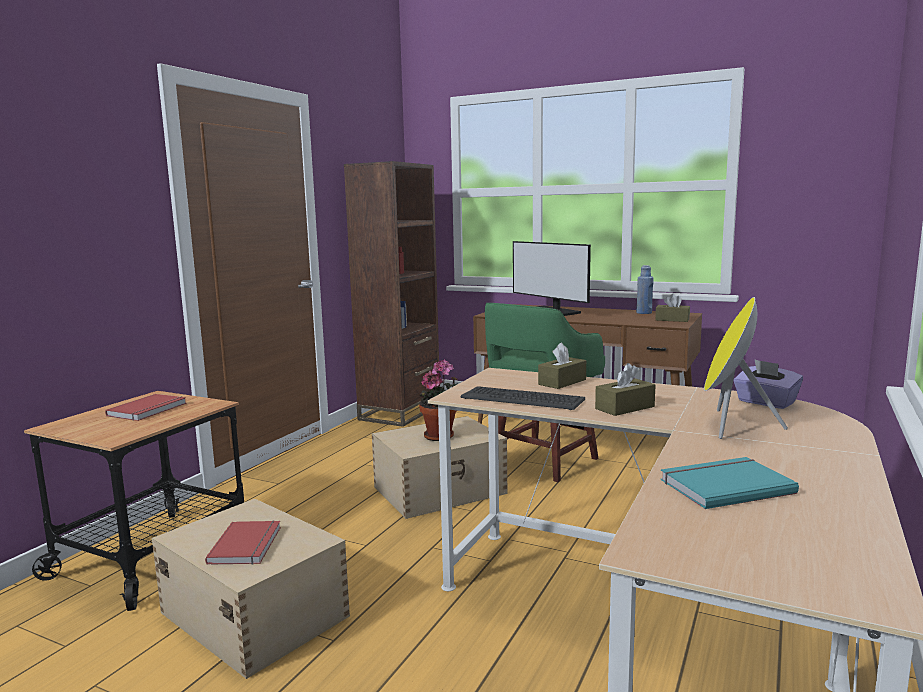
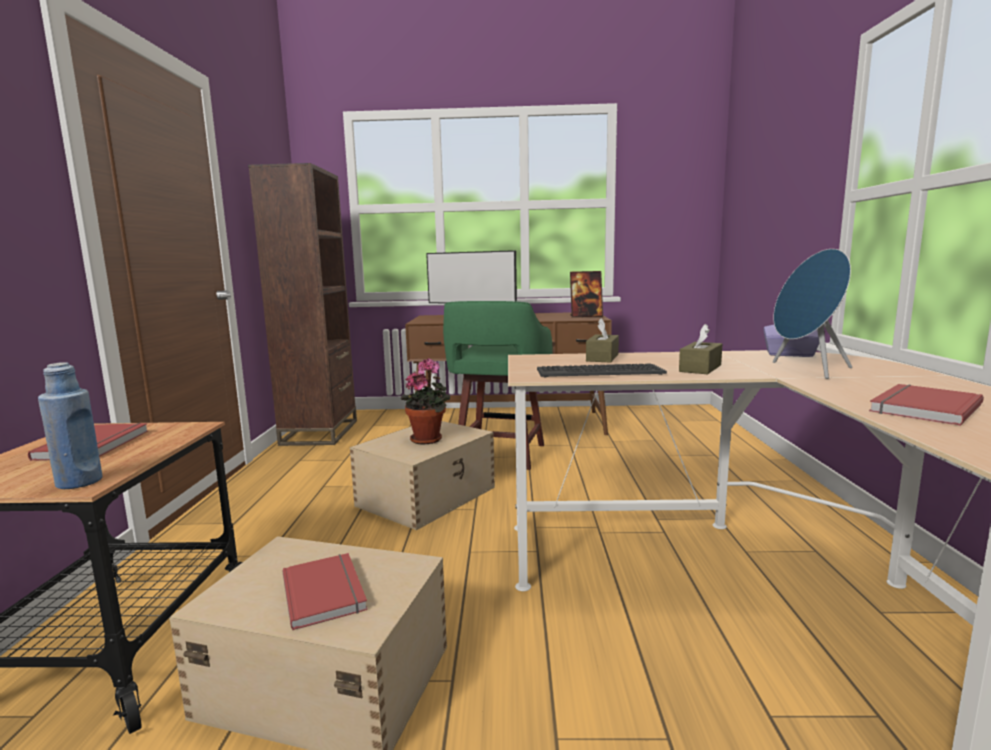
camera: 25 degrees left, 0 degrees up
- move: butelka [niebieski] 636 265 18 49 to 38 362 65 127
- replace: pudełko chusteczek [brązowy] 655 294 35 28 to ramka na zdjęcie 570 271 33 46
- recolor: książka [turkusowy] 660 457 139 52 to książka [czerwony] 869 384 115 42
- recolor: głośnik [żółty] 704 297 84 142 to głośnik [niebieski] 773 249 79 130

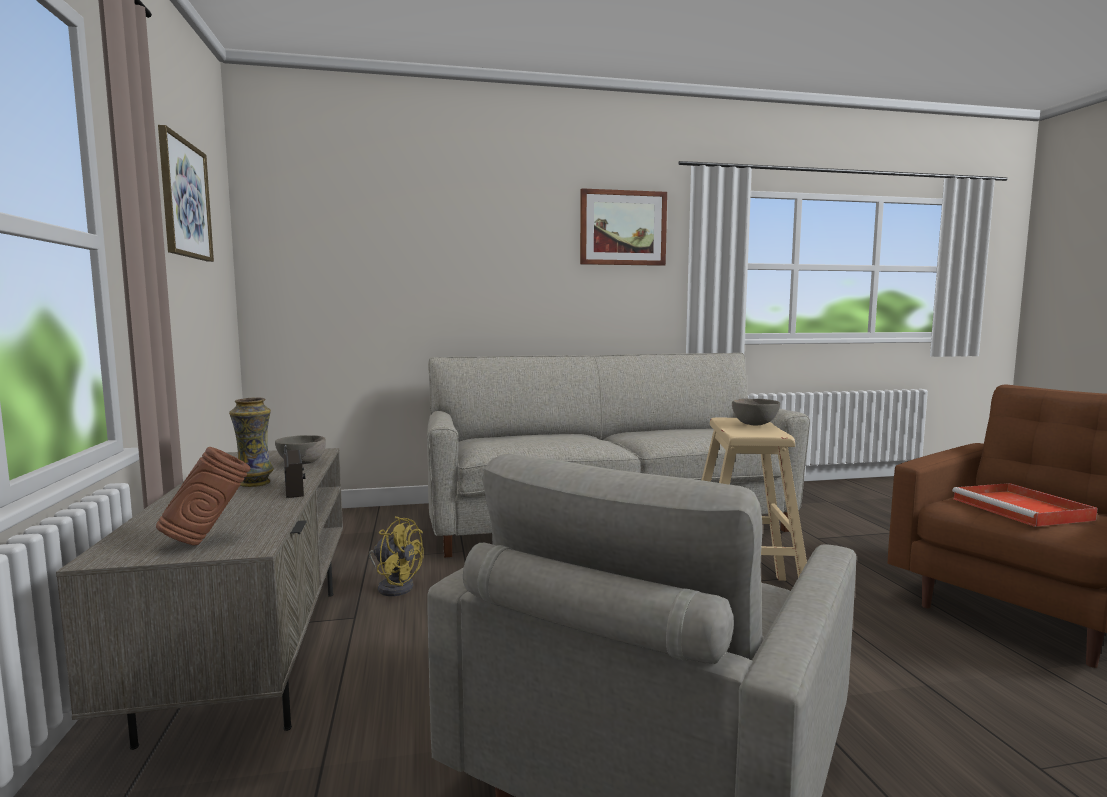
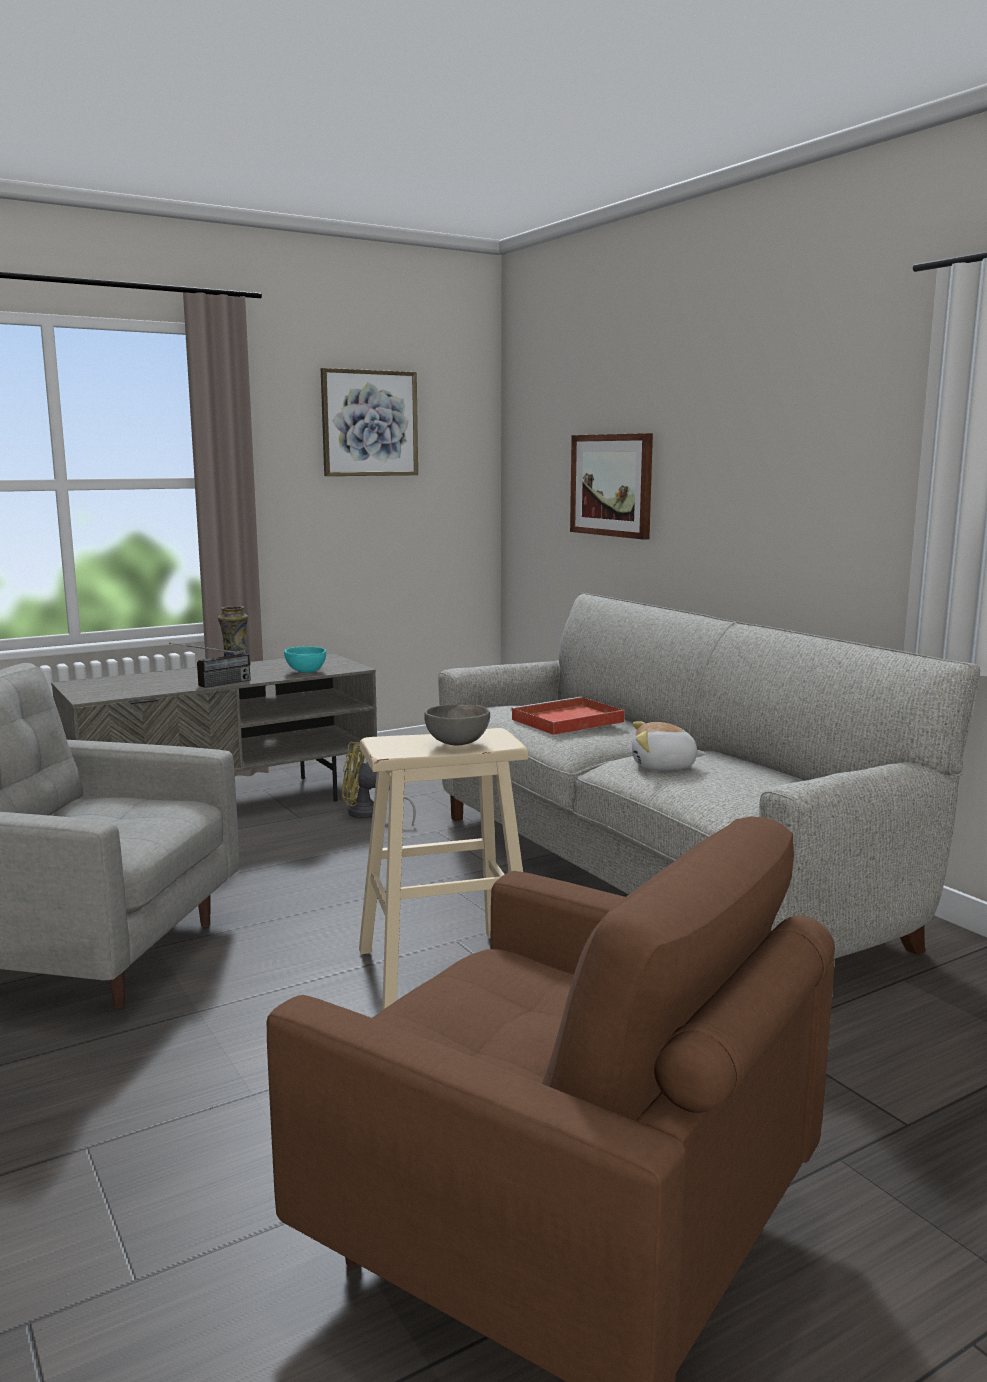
camera: 70 degrees right, 5 degrees up
- delete: wazon [brązowy] 156 447 94 98
- recolor: miska [szary] 275 435 51 29 to miska [turkusowy] 284 646 42 27
- rotate: wentylator [żółty] 369 516 55 80 = 342 741 74 85 90 degrees clockwise
- move: obraz 580 188 87 78 to 570 433 83 107
- move: taca [czerwony] 952 483 146 44 to 511 697 114 38
- insert: pluszak 632 721 74 50

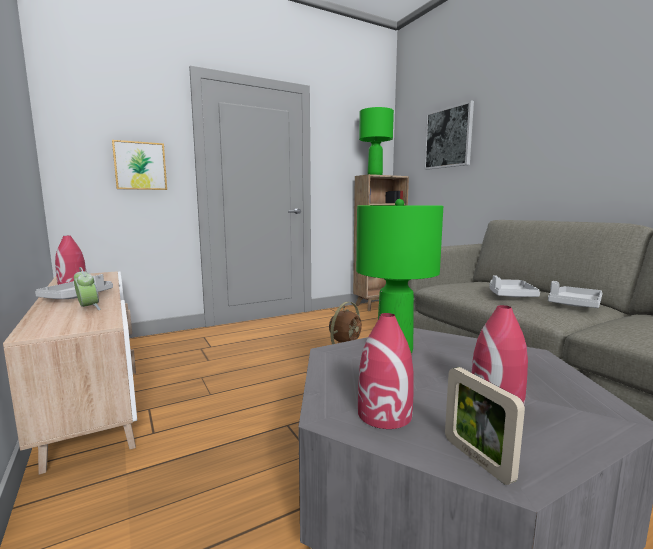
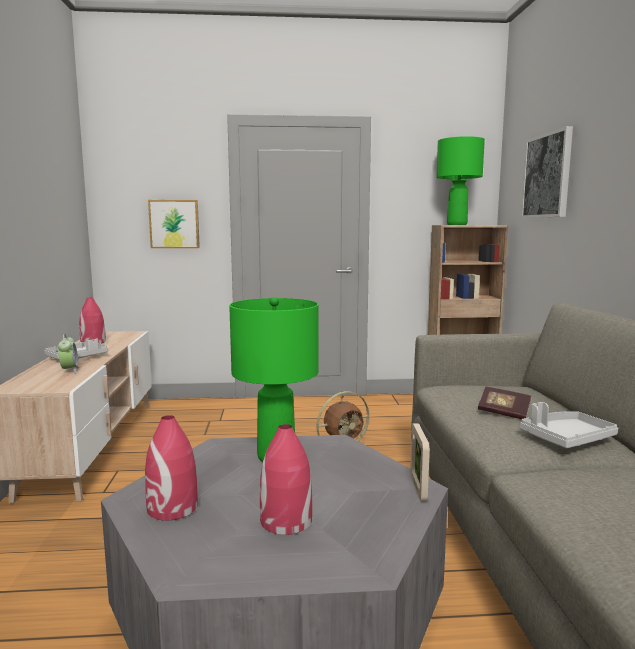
camera: 25 degrees right, 0 degrees up
- move: ramka na zdjęcie 445 367 80 118 to 410 423 20 78
- replace: taca [szary] 489 275 51 22 to książka 478 387 53 32

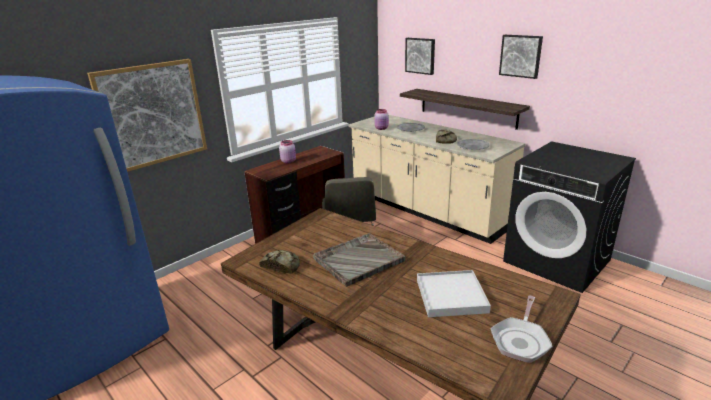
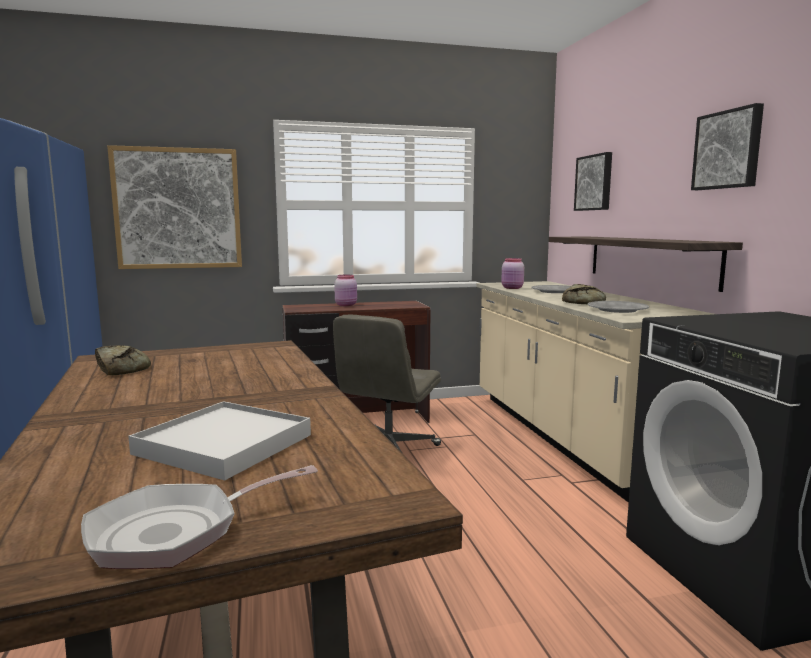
camera: 30 degrees right, 15 degrees down
- delete: taca [szary] 313 233 93 54

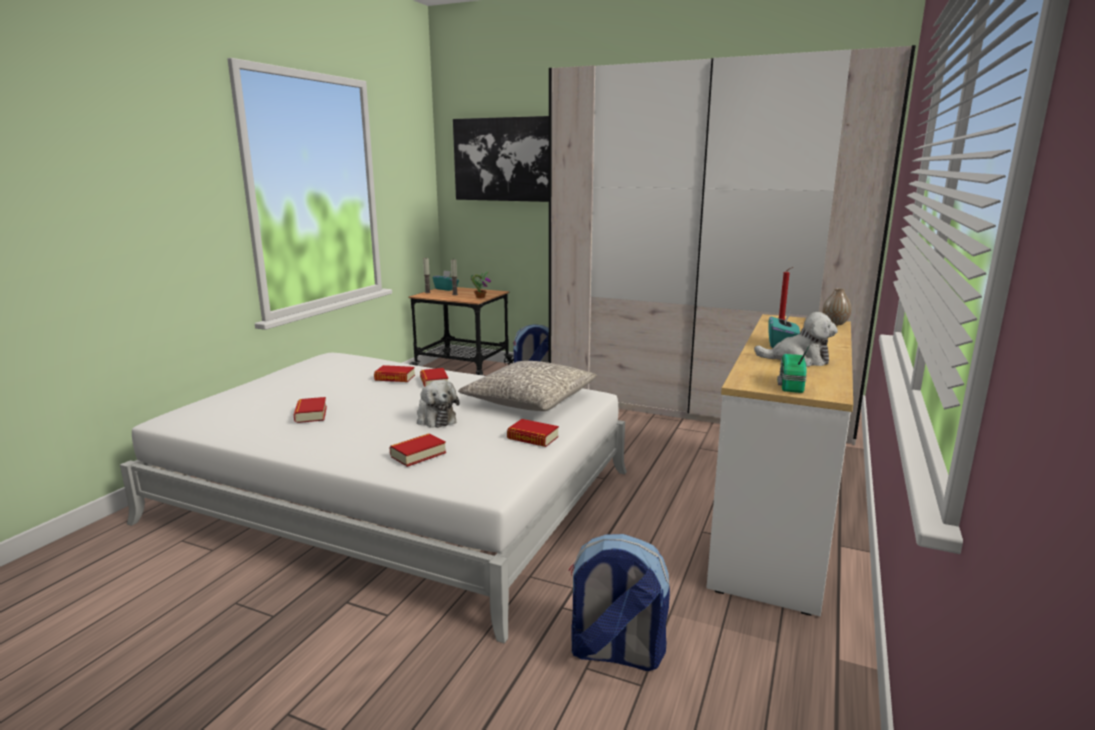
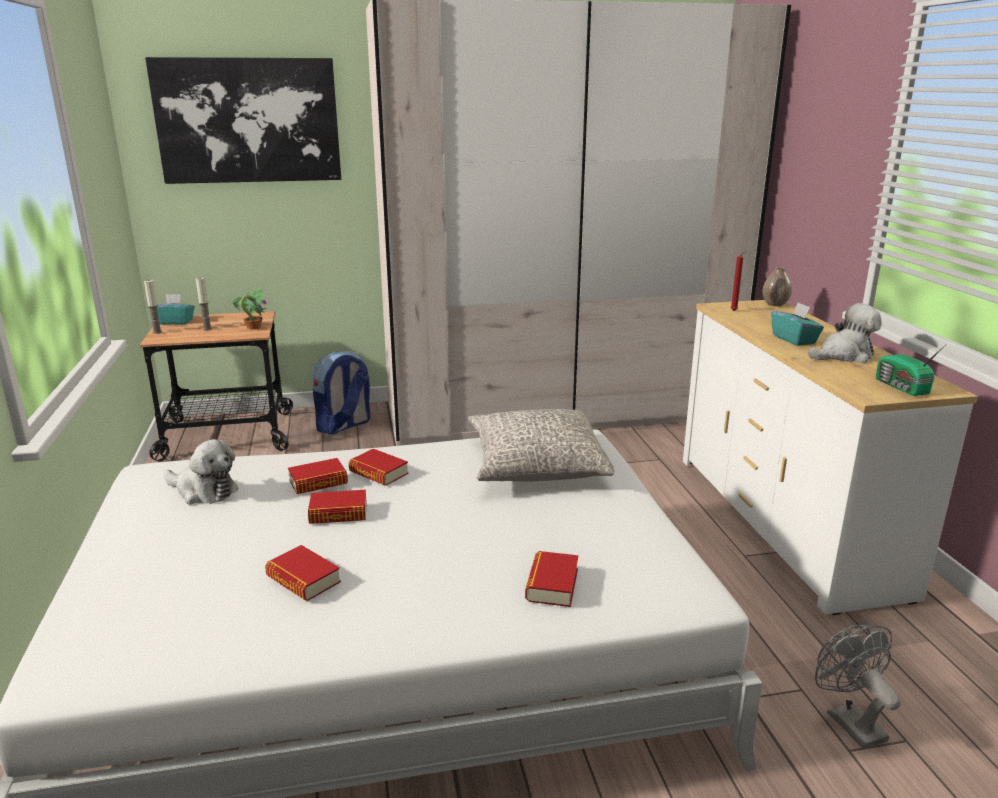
camera: 35 degrees left, 5 degrees up
- move: pluszak 417 380 42 48 to 164 439 74 66
- move: książka 507 419 52 28 to 308 490 59 34
- replace: plecak 568 534 102 137 to wentylator [szary] 815 625 86 124

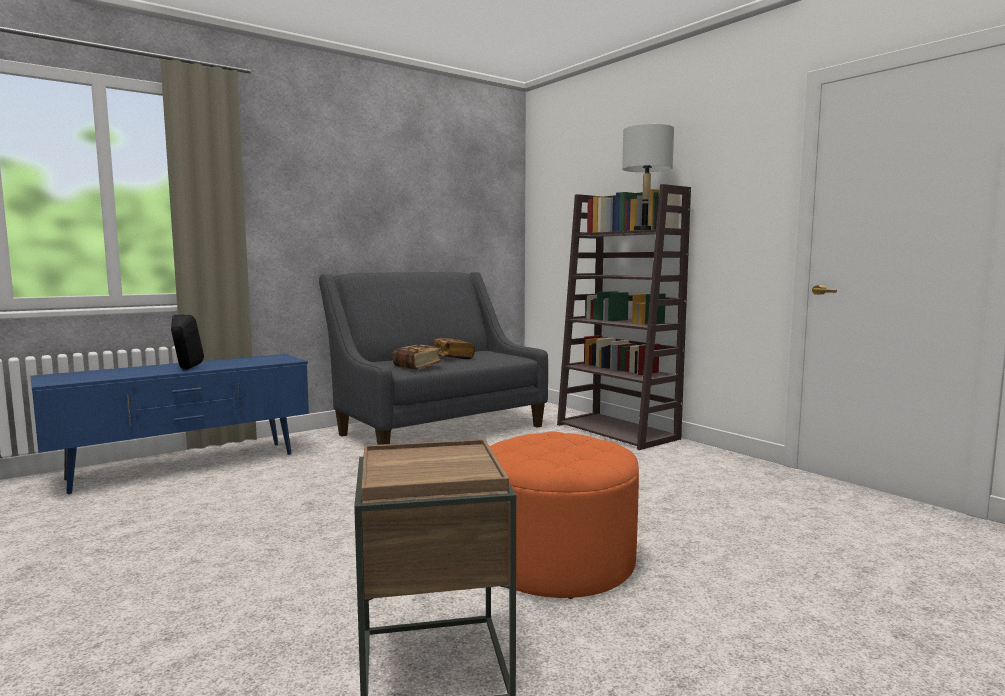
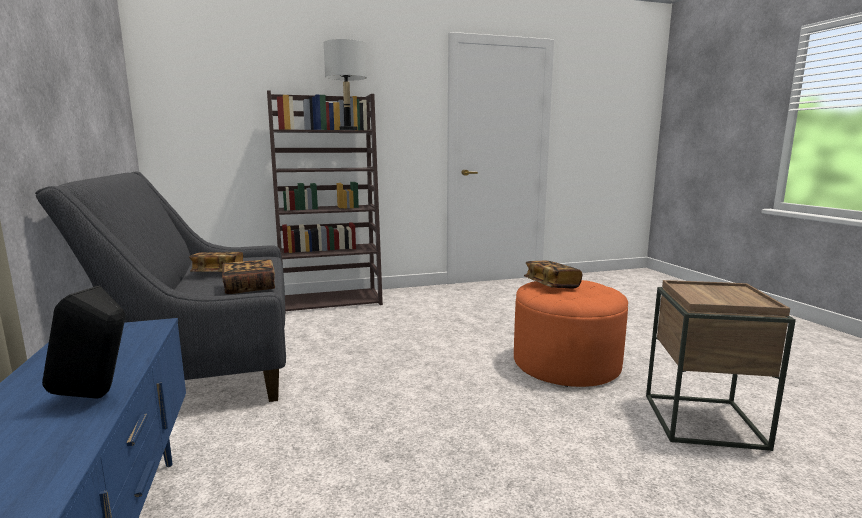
camera: 70 degrees left, 5 degrees up
- insert: książka 524 261 58 28

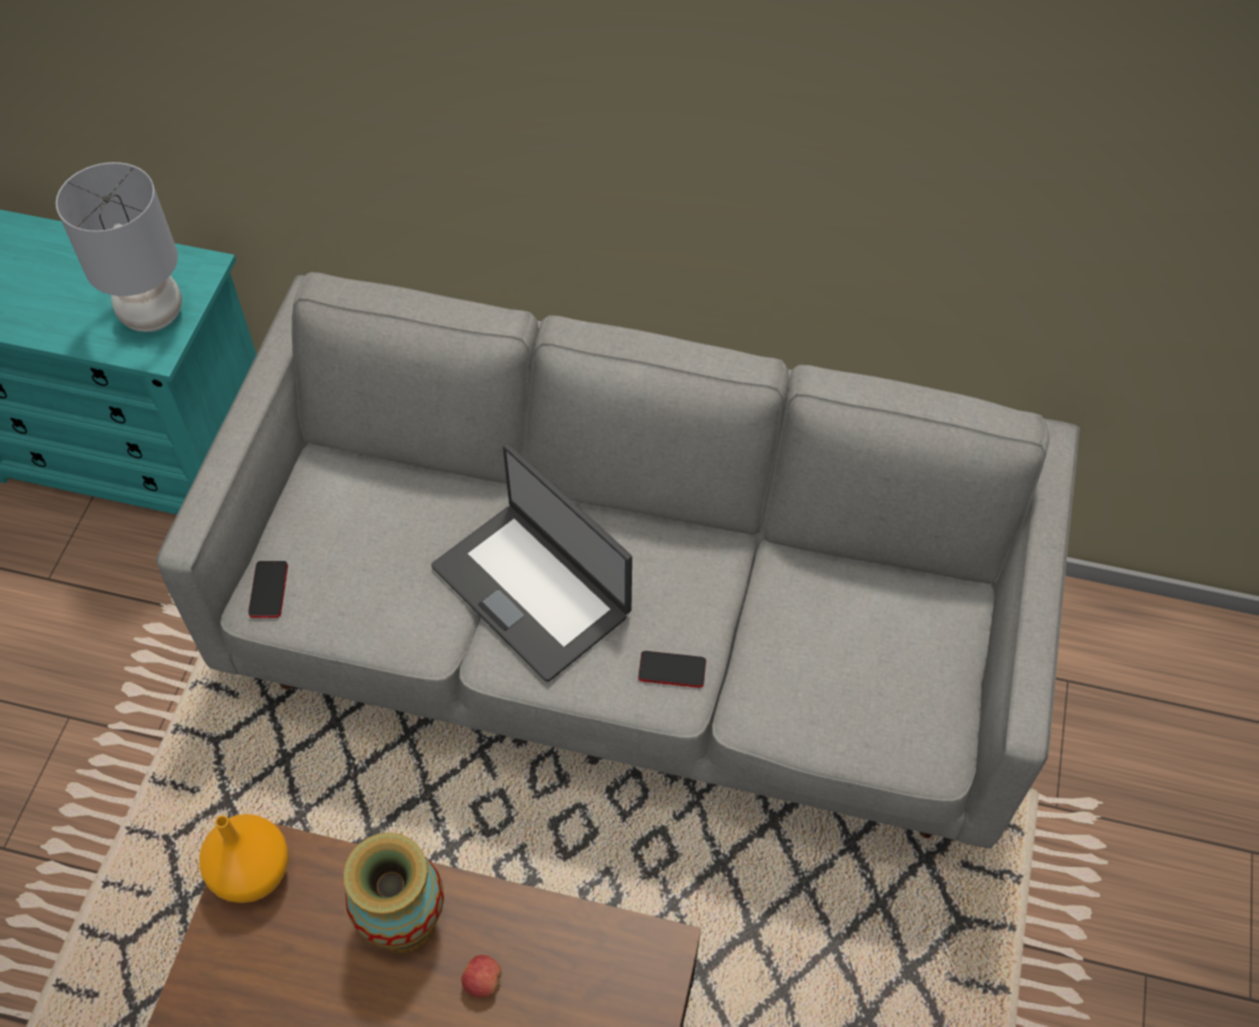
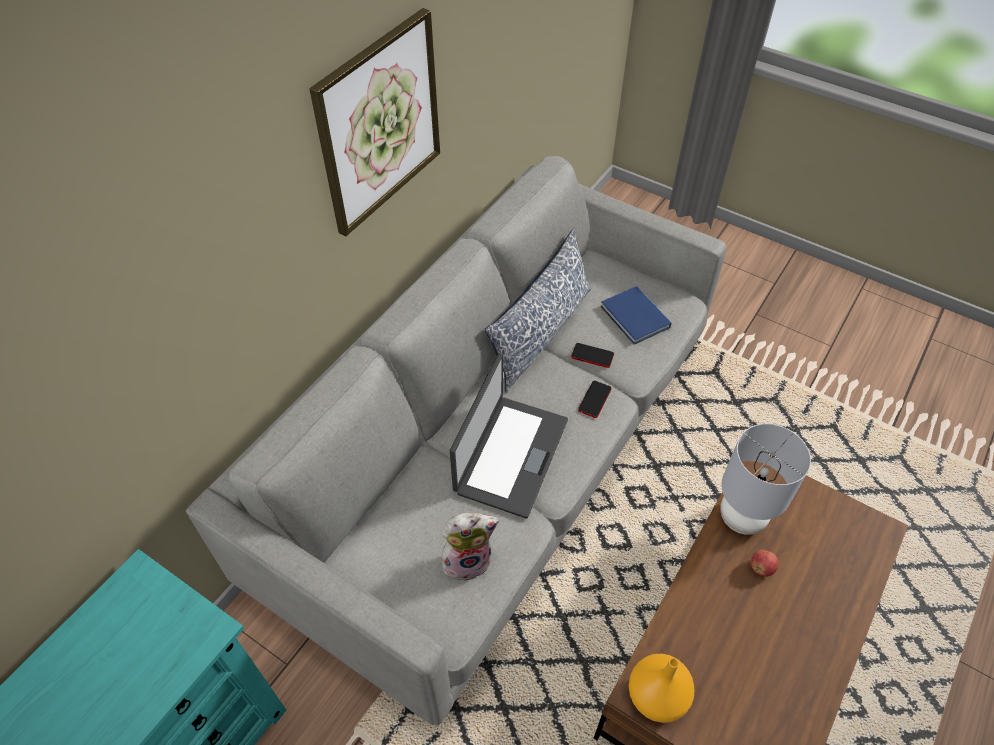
camera: 70 degrees left, 5 degrees down
- move: lampa stołowa [szary] 56 162 126 170 to 720 424 91 111
- move: telefon 248 561 40 57 to 571 343 43 25
- delete: wazon 344 832 100 121
- rotate: laptop 431 444 201 238 = 450 353 118 165 45 degrees counterclockwise
- insert: obraz 309 8 131 228
- insert: pluszak 442 513 57 68
- insert: poduszka 485 229 107 164
- insert: książka [niebieski] 601 286 70 59

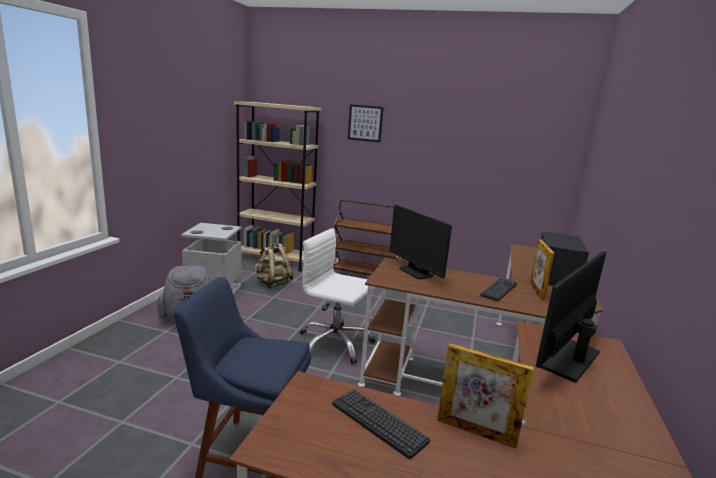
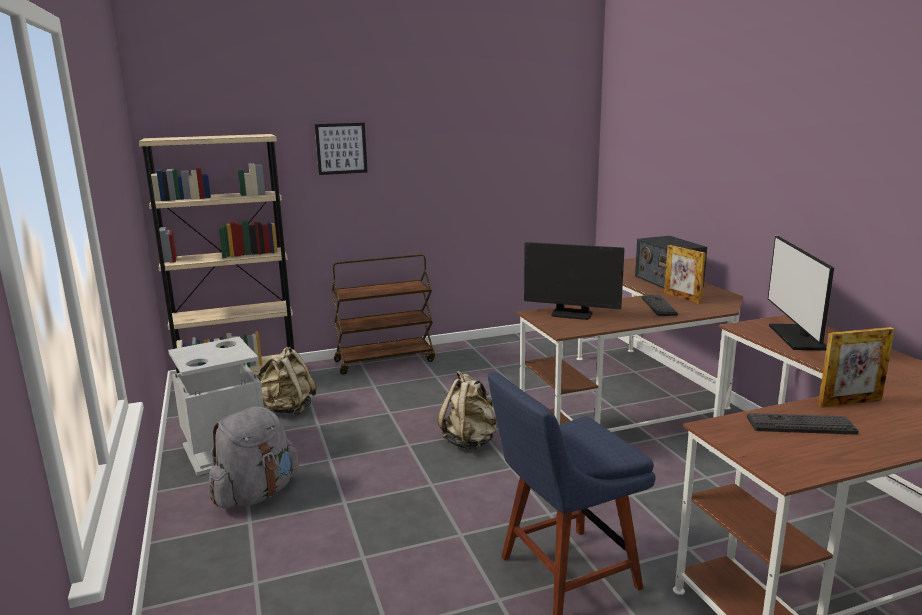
camera: 35 degrees left, 0 degrees up
- replace: krzesło biurowe [biały] 300 228 75 136 to plecak [beżowy] 438 371 58 78

